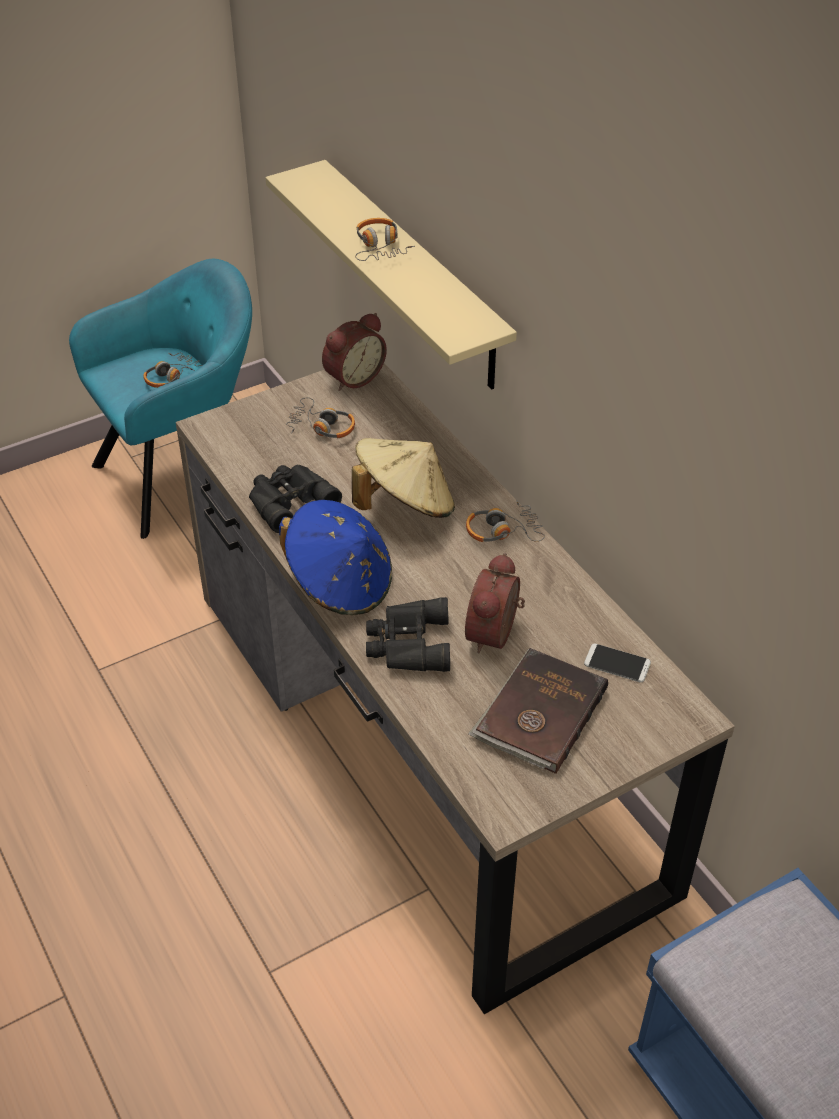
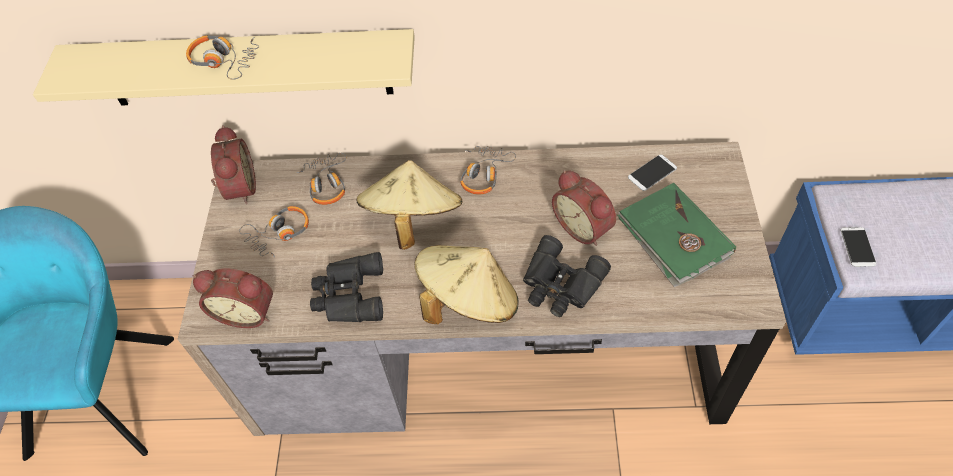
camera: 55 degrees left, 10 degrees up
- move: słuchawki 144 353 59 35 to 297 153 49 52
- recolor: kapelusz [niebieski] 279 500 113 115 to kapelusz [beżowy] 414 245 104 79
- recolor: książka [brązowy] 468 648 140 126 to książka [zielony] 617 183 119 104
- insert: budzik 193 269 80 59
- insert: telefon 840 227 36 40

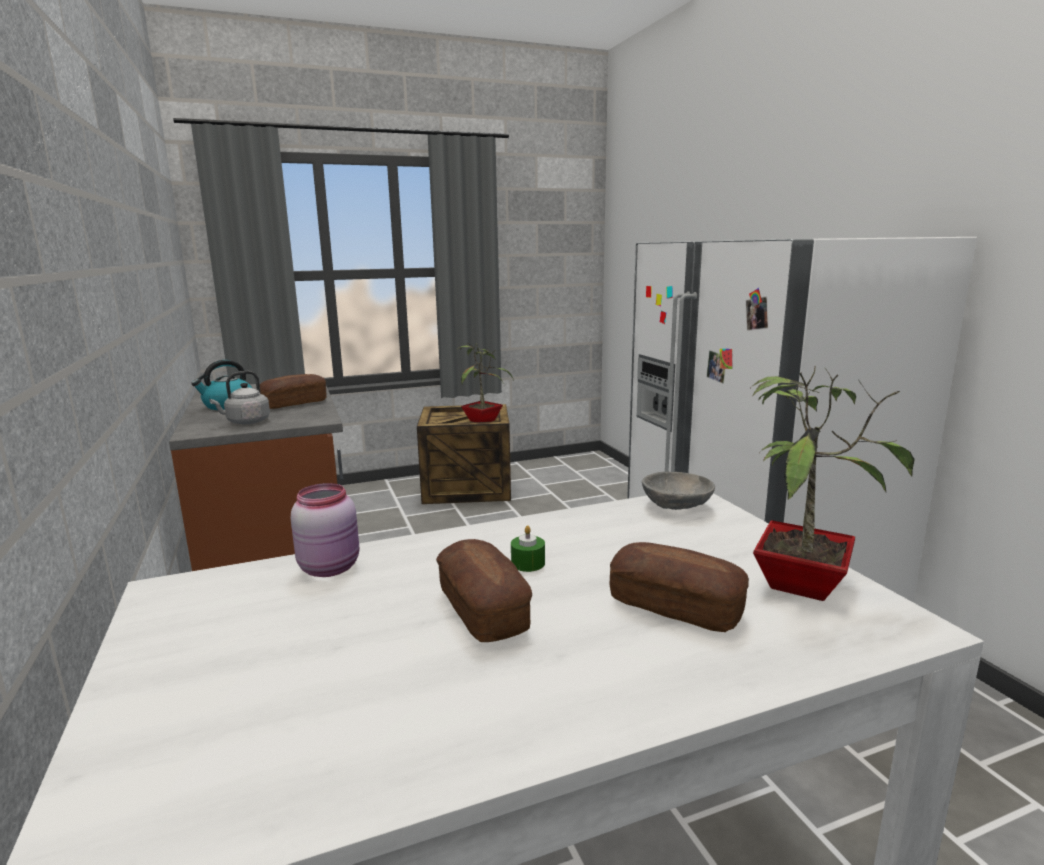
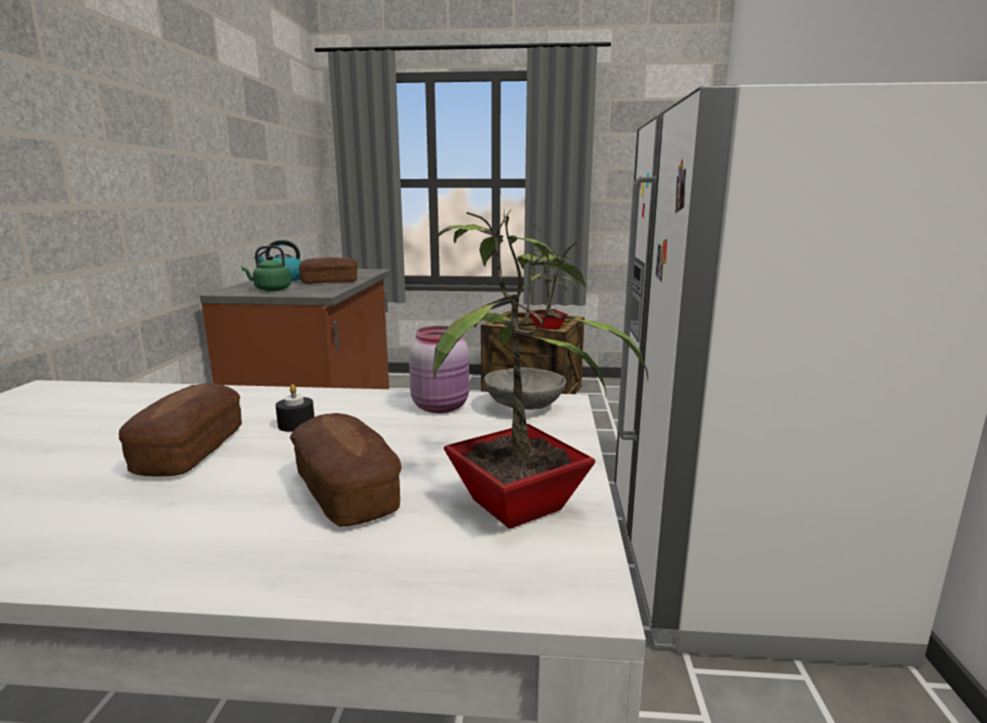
camera: 25 degrees right, 0 degrees up
- recolor: czajnik [szary] 210 371 60 53 to czajnik [zielony] 241 245 50 46
- move: słoik [różowy] 291 483 69 94 to 409 326 60 87
- recolor: świeca [zielony] 511 525 34 47 to świeca [czarny] 275 384 39 48

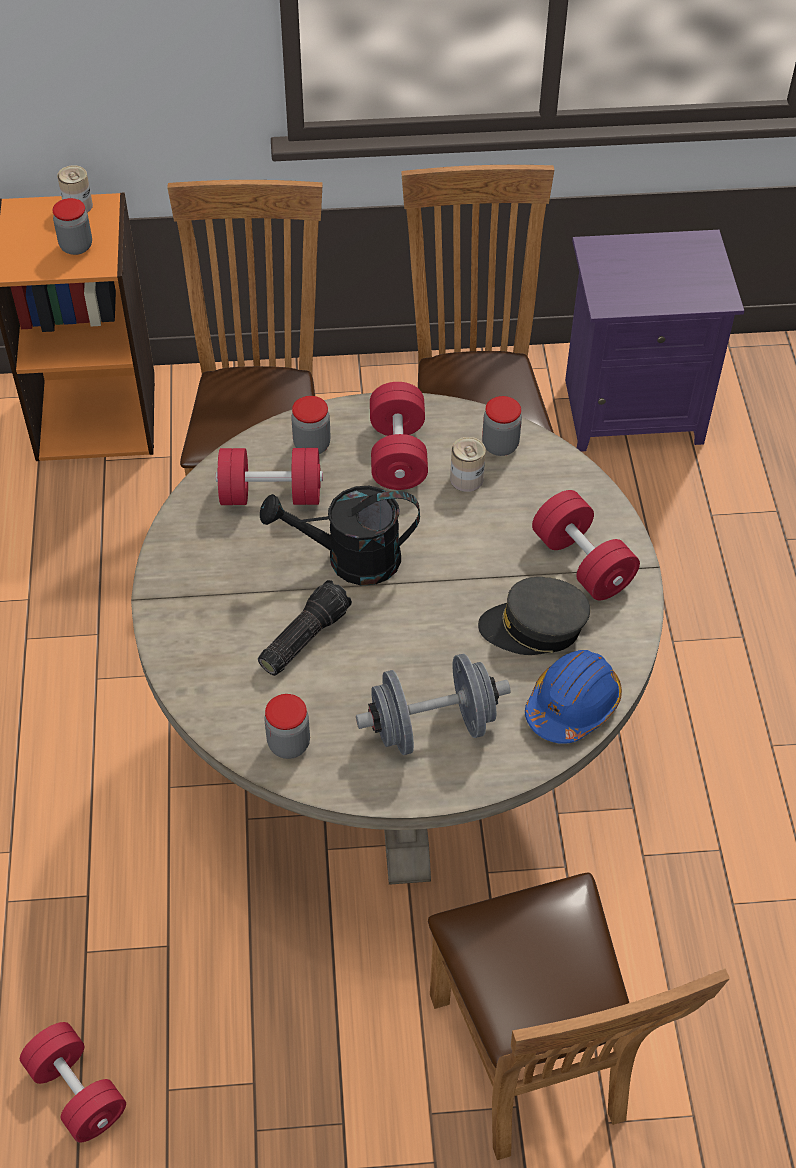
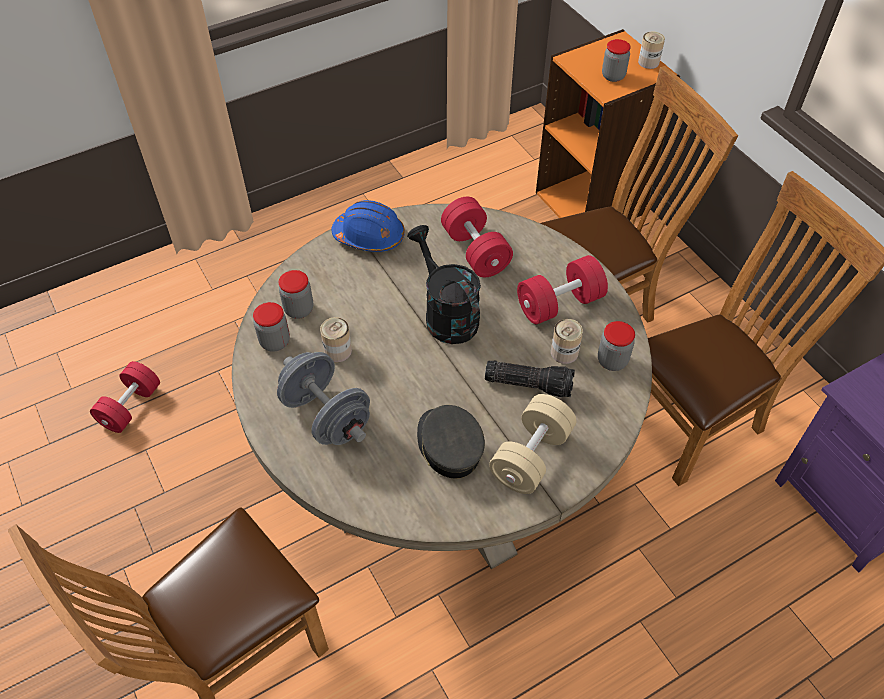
camera: 65 degrees right, 0 degrees up
- move: latarka 258 580 94 96 to 485 361 90 36
- move: słoik 291 396 40 58 to 279 270 34 49
- move: kask [niebieski] 525 650 97 94 to 332 200 73 52
- recolor: hantel [czerwony] 532 490 108 110 to hantel [beżowy] 489 394 87 100
- insert: puszka 320 317 32 45

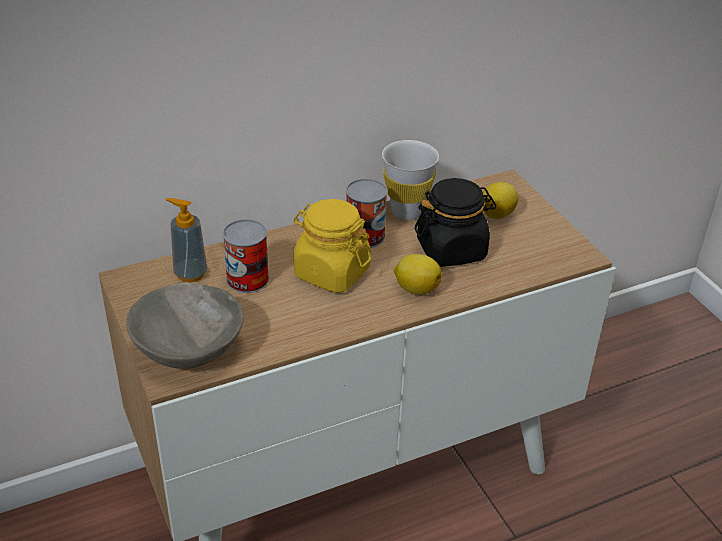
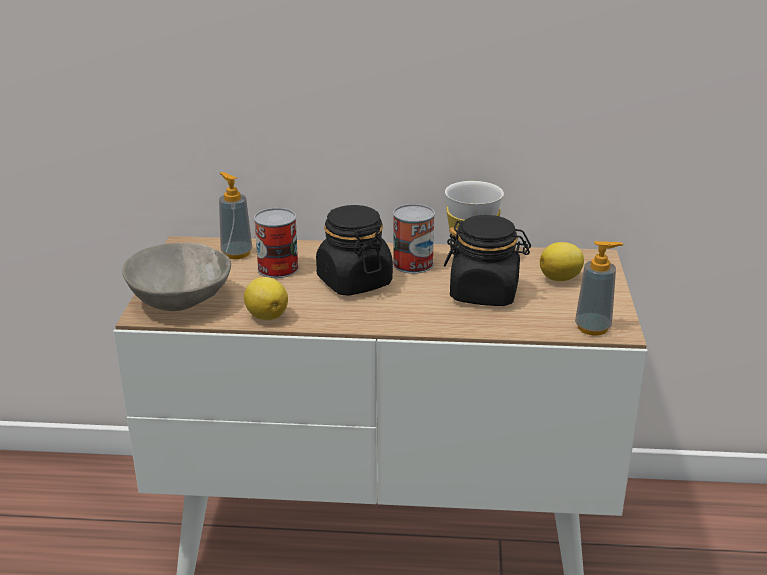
camera: 30 degrees right, 10 degrees down
- recolor: słoik [żółty] 293 199 78 94 to słoik [czarny] 316 205 77 91
- move: cytryna 394 254 48 41 to 244 277 44 43
- insert: dozownik mydła 575 241 48 95

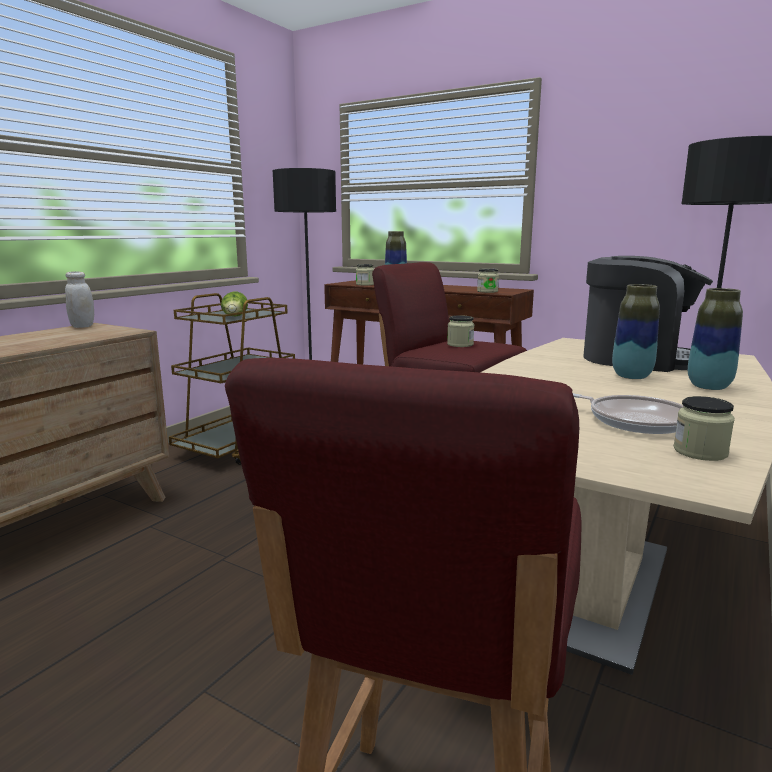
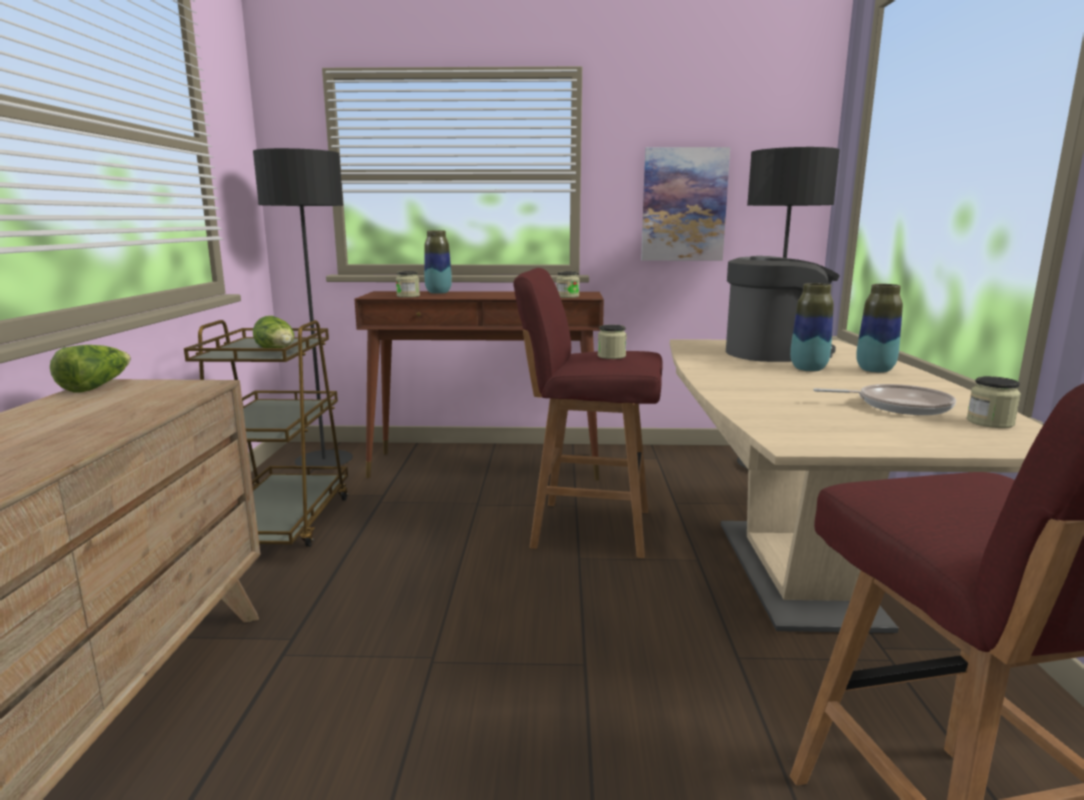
camera: 30 degrees left, 0 degrees up
- replace: słoik [biały] 65 271 29 57 to sałata 50 345 81 47
- insert: obraz 641 147 89 114

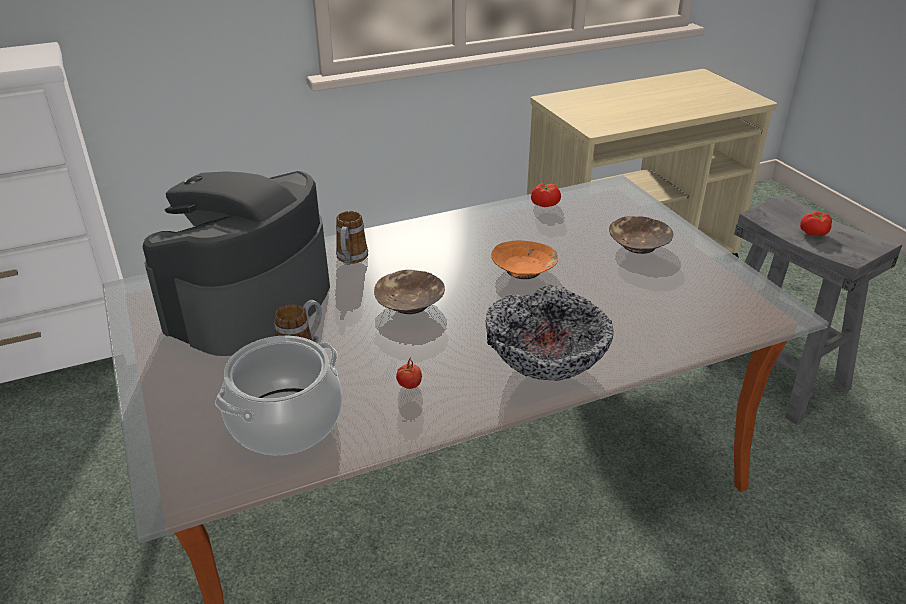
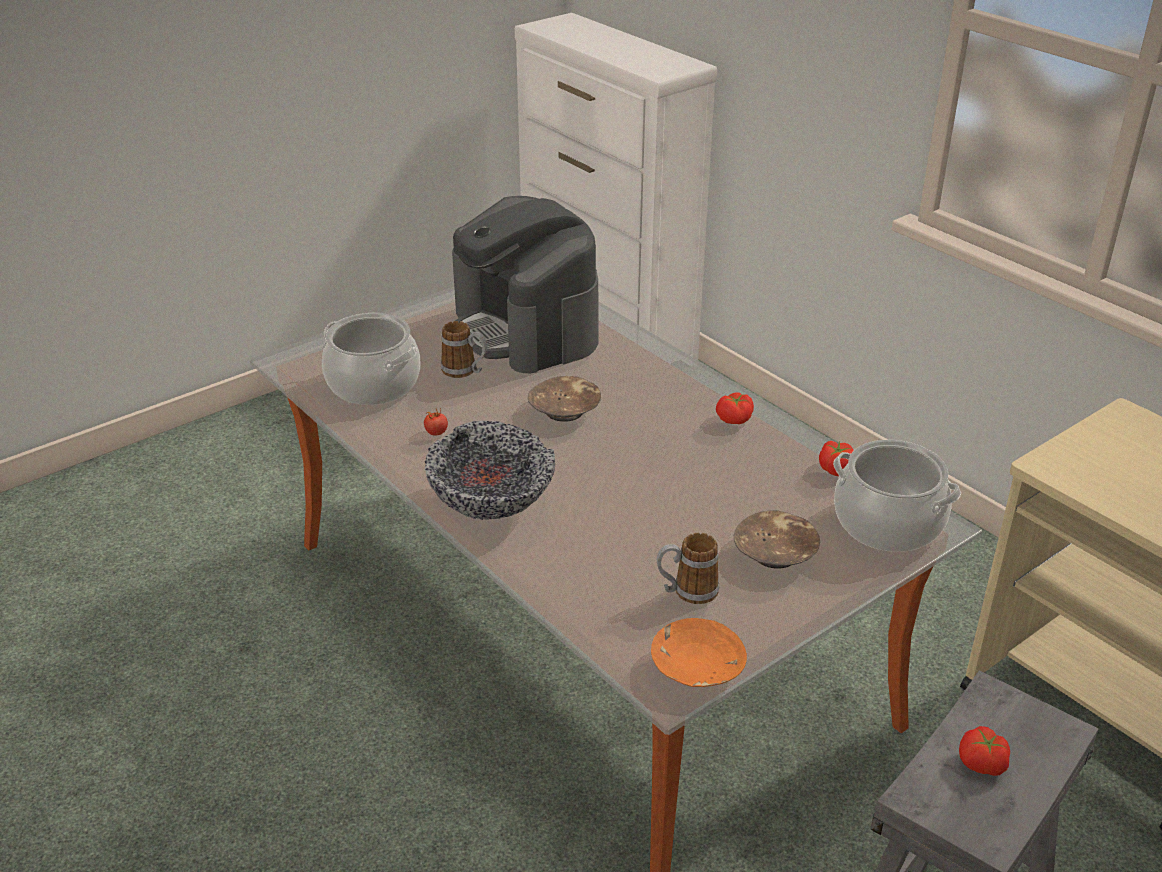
camera: 75 degrees right, 0 degrees up
- rotate: ekspres do kawy 143 171 187 185 = 452 196 147 177 135 degrees counterclockwise
- move: kubek 336 211 32 54 to 657 533 62 71
- move: miska [pomarańczowy] 491 240 67 39 to 651 618 96 69
- insert: pomidor 716 392 38 32
- insert: garnek 833 440 128 112

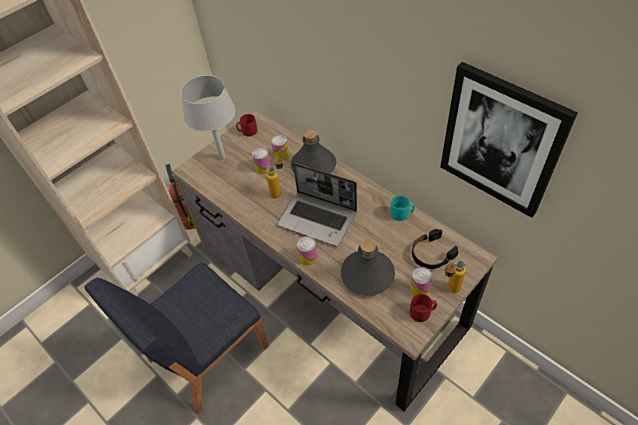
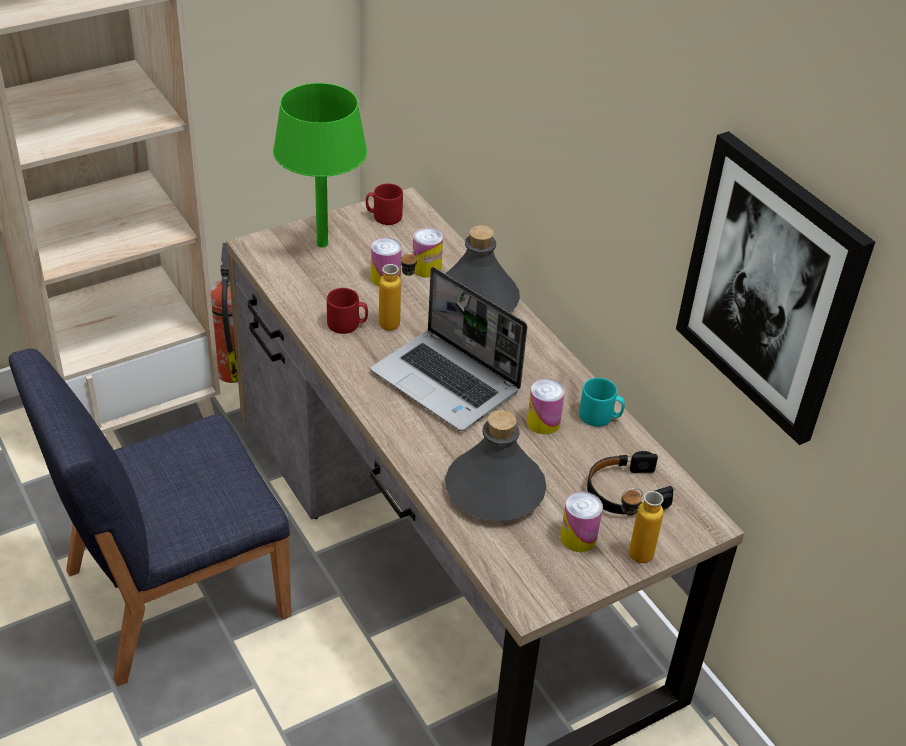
camera: 10 degrees right, 10 degrees down
- recolor: lampa stołowa [szary] 181 75 54 85 to lampa stołowa [zielony] 273 83 94 164
- move: puszka 297 236 20 29 to 527 378 38 56
- move: kubek [czerwony] 410 294 27 28 to 327 288 41 46

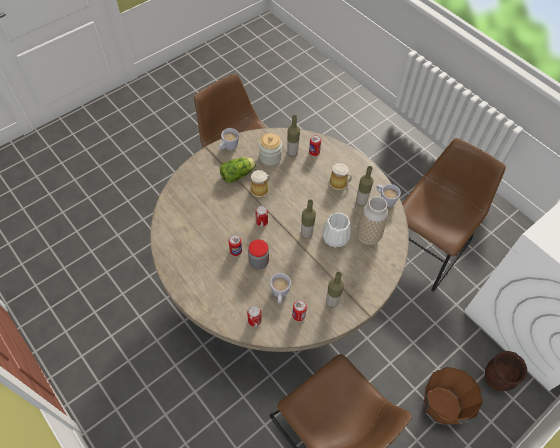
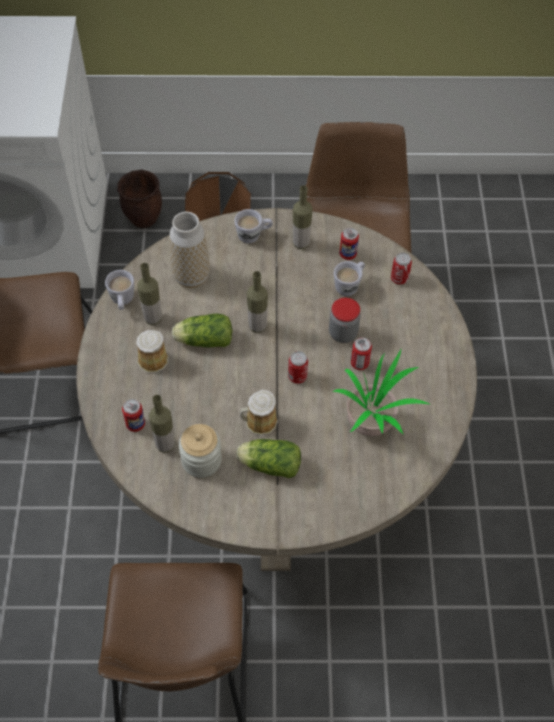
camera: 140 degrees left, 0 degrees up
- move: kubek [biały] 219 128 20 22 to 234 209 39 34
- delete: wazon [biały] 322 213 29 35
- insert: sałata 172 313 60 35
- insert: roślina doniczkowa 333 350 97 86

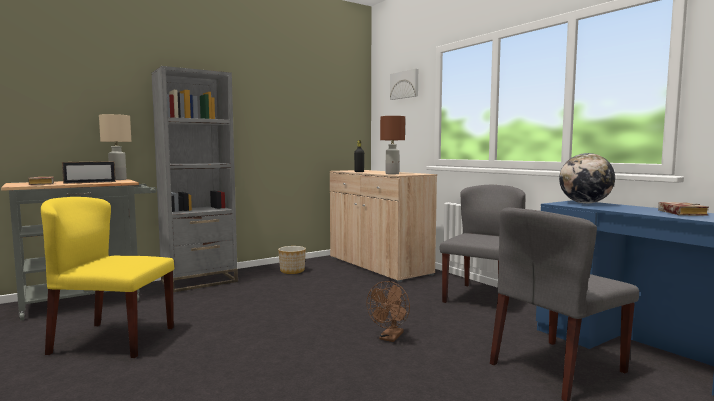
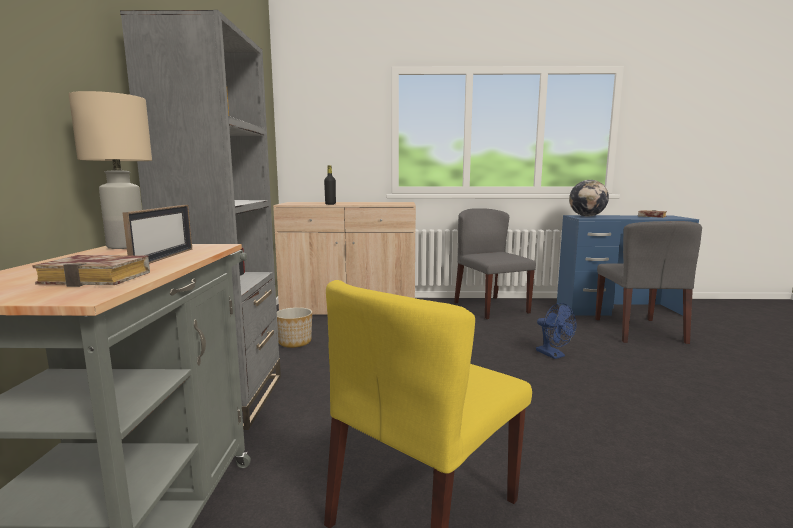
camera: 55 degrees left, 5 degrees up
- recolor: wentylator [brązowy] 367 281 43 61 to wentylator [niebieski] 536 303 41 56
- delete: lampa stołowa [brązowy] 380 116 25 58
- delete: obraz 390 69 28 31

